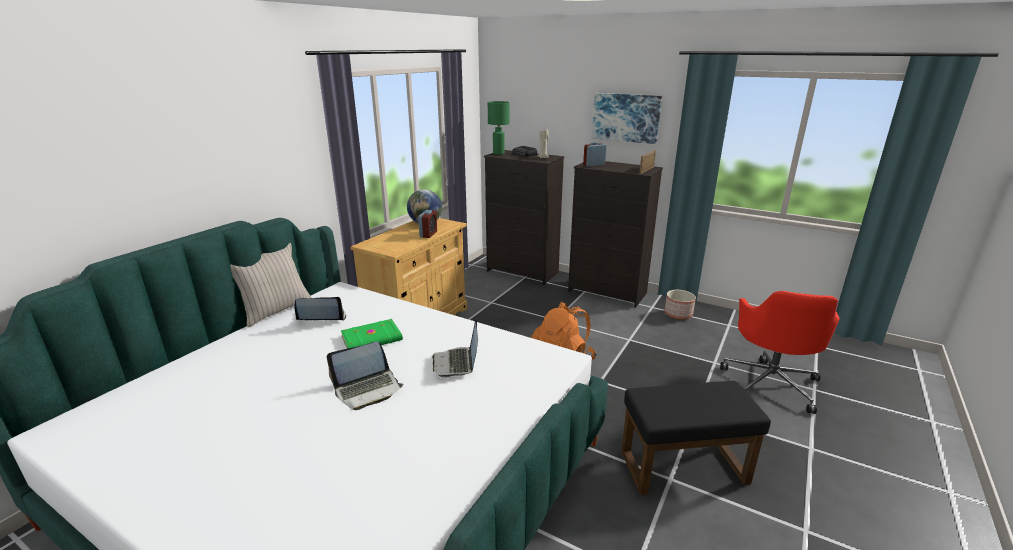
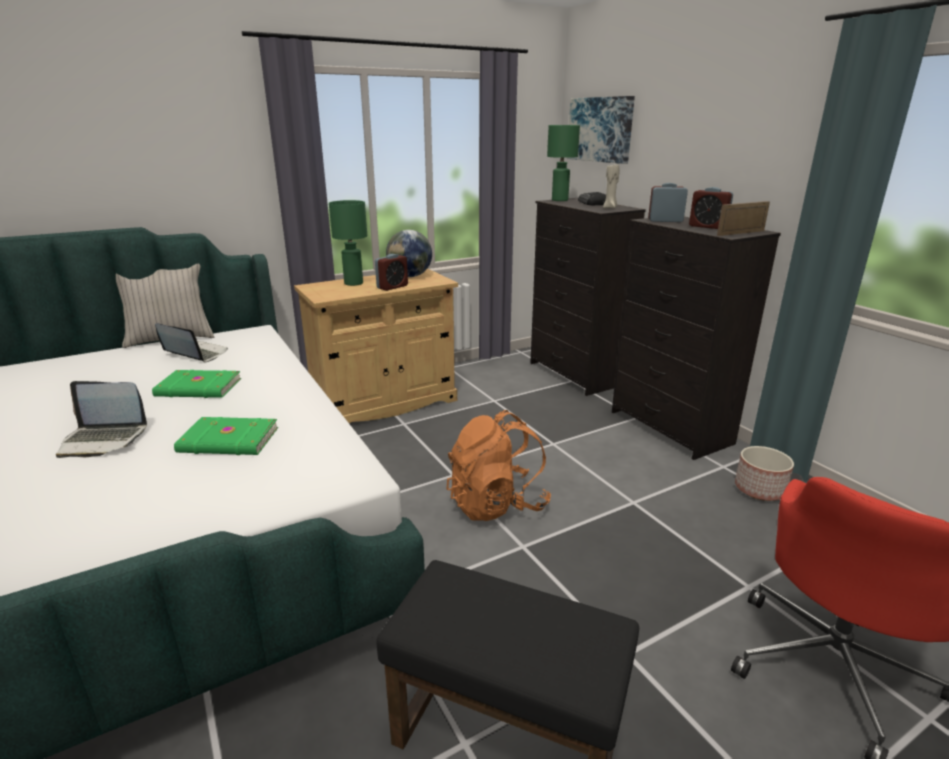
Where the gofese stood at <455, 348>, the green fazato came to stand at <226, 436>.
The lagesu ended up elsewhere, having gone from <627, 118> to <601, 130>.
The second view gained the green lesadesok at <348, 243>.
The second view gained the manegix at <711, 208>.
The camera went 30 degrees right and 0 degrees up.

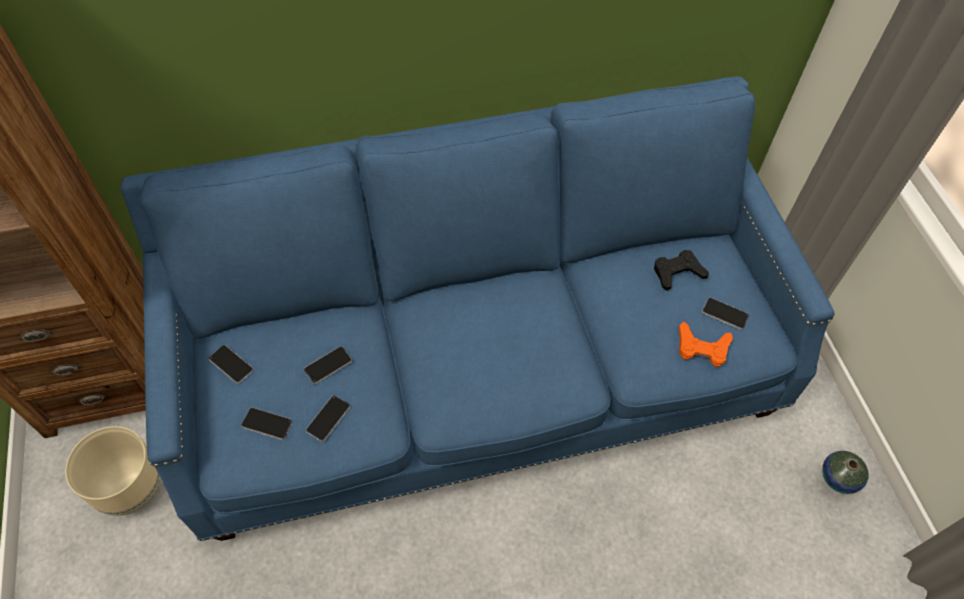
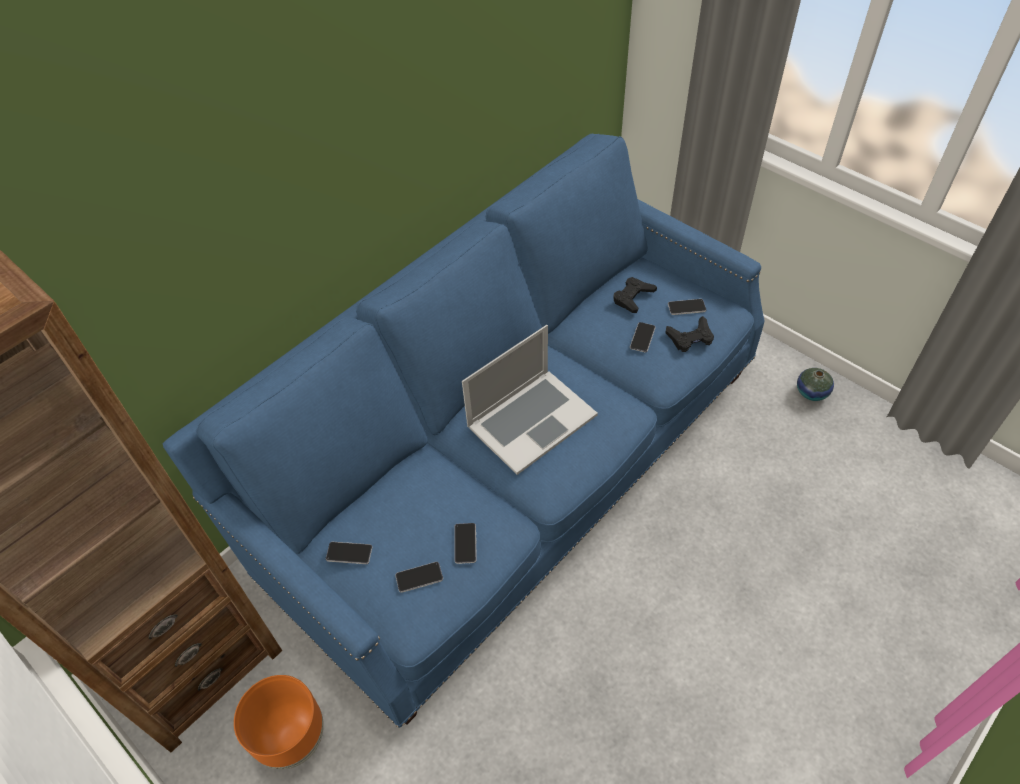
What was the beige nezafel at <113, 471> turned into the orange nezafel at <279, 722>.
The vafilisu ended up elsewhere, having gone from <328, 365> to <643, 337>.
What was the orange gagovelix at <706, 344> turned into the black gagovelix at <689, 334>.
The second view gained the gofese at <530, 400>.
The camera went 30 degrees left and 5 degrees down.

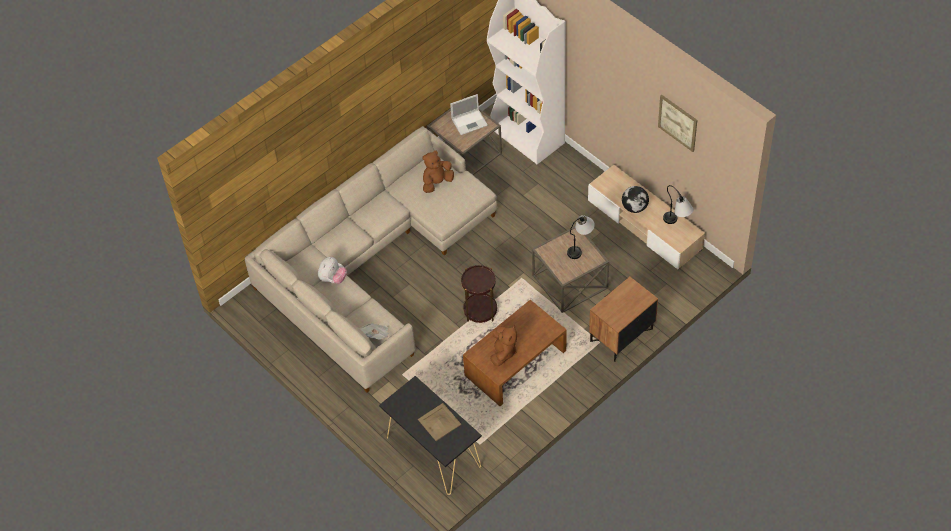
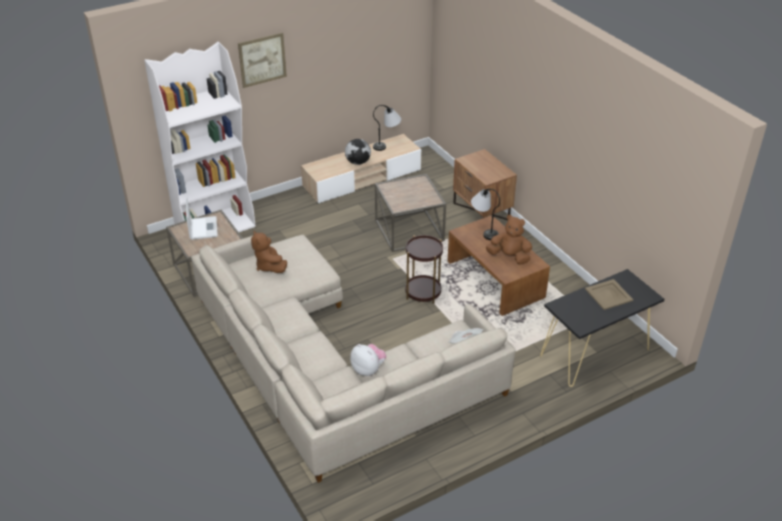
The lesadesok ended up elsewhere, having gone from <581, 237> to <485, 214>.
The lagesu ended up elsewhere, having gone from <677, 123> to <262, 60>.
The camera went 80 degrees left and 15 degrees down.

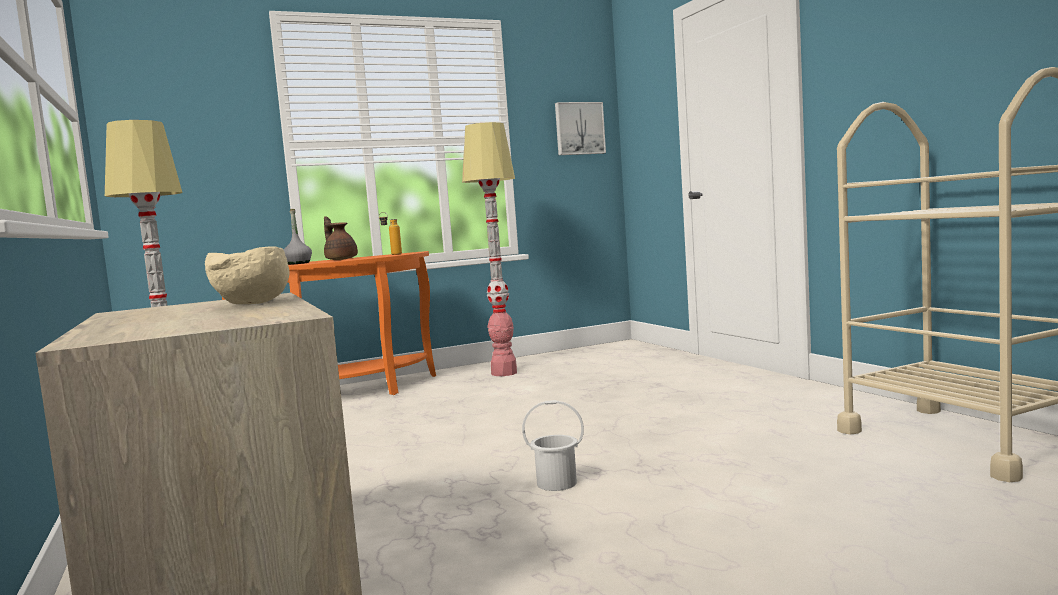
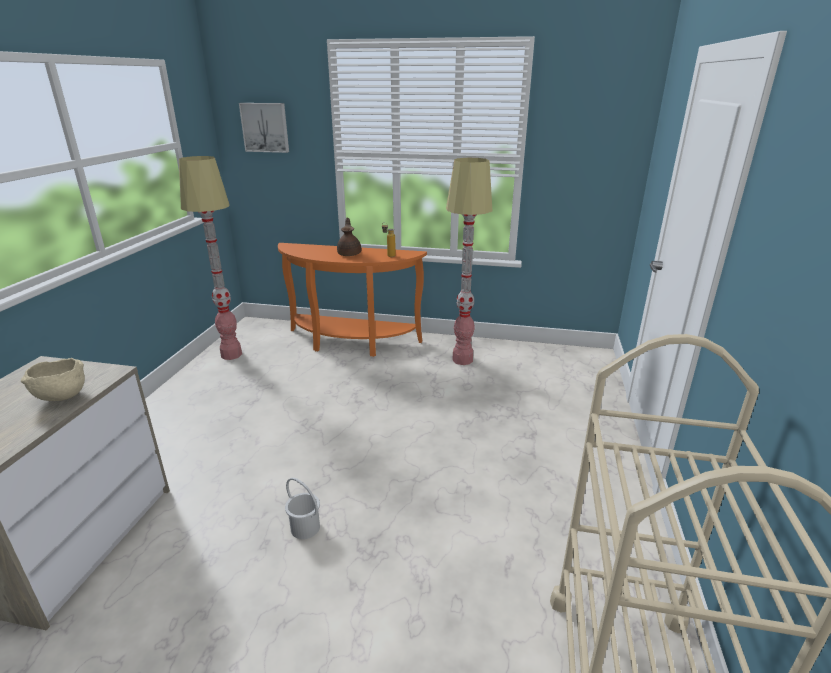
The second view lost the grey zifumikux at <298, 237>.
The lagesu ended up elsewhere, having gone from <580, 128> to <264, 128>.
The camera went 35 degrees right and 20 degrees up.

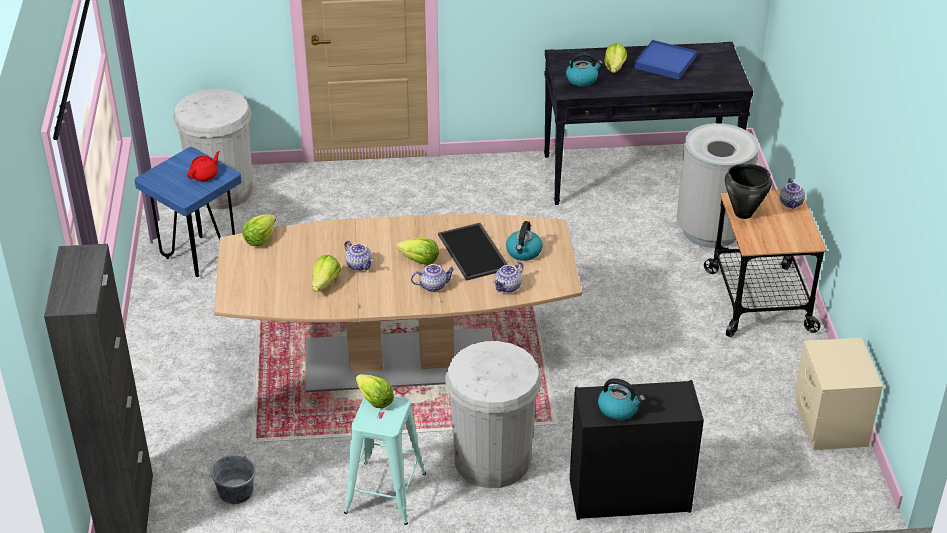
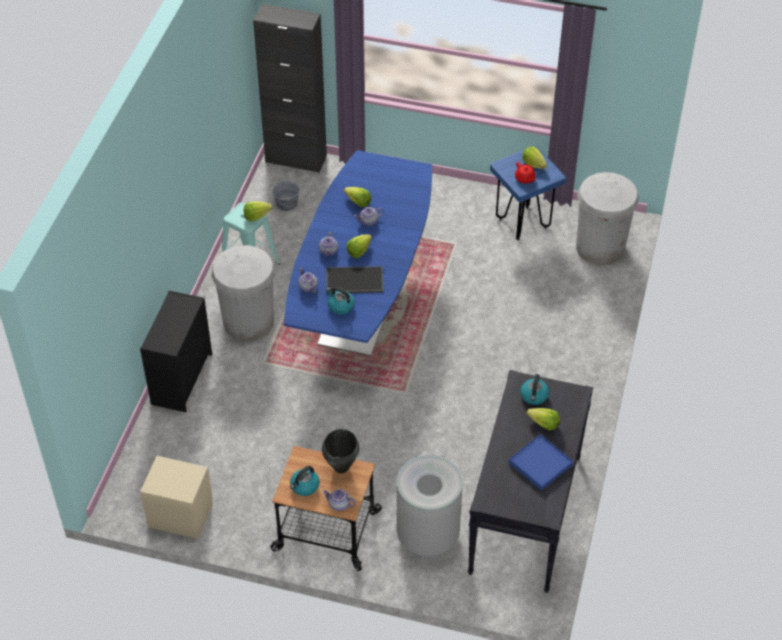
What was the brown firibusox at <398, 303> turned into the blue firibusox at <358, 253>.
The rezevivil ended up elsewhere, having gone from <259, 231> to <534, 157>.
The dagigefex ended up elsewhere, having gone from <621, 399> to <305, 481>.
The camera went 110 degrees right and 10 degrees up.

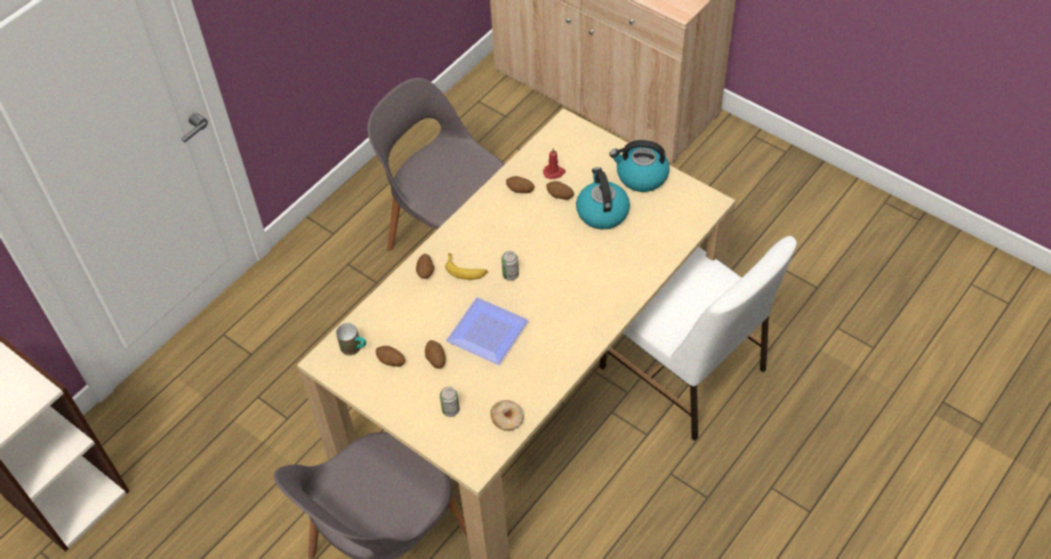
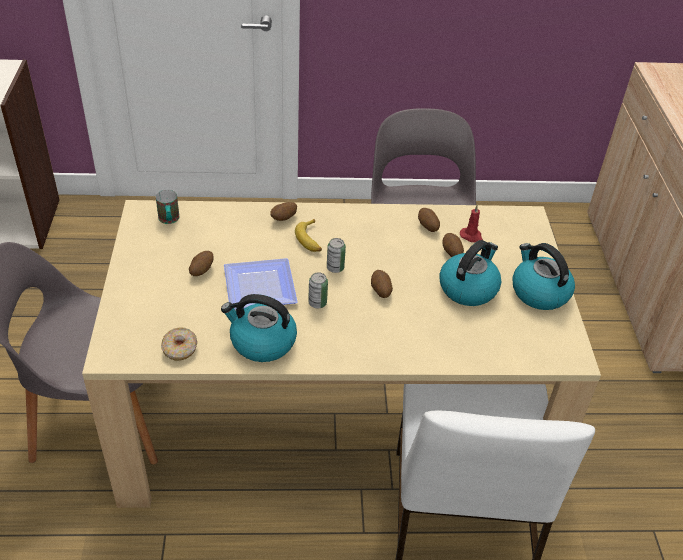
The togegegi ended up elsewhere, having gone from <390, 356> to <382, 284>.
The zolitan ended up elsewhere, having gone from <450, 402> to <318, 290>.
The second view gained the dagigefex at <259, 328>.
The camera went 45 degrees right and 10 degrees down.

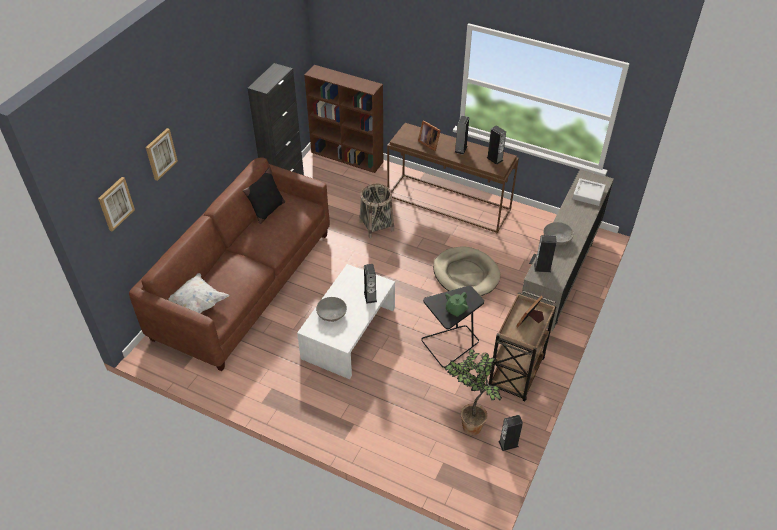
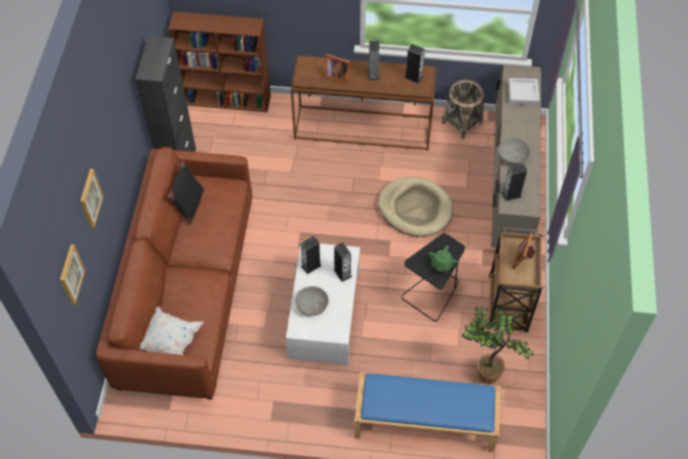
The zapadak ended up elsewhere, having gone from <376, 211> to <462, 109>.
The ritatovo ended up elsewhere, having gone from <510, 433> to <311, 255>.
The second view gained the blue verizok at <427, 412>.
The camera went 20 degrees left and 10 degrees up.

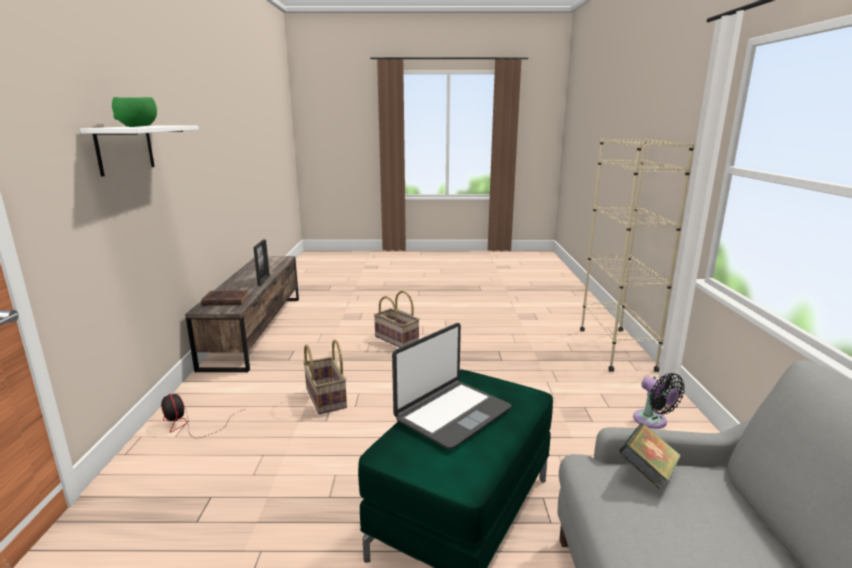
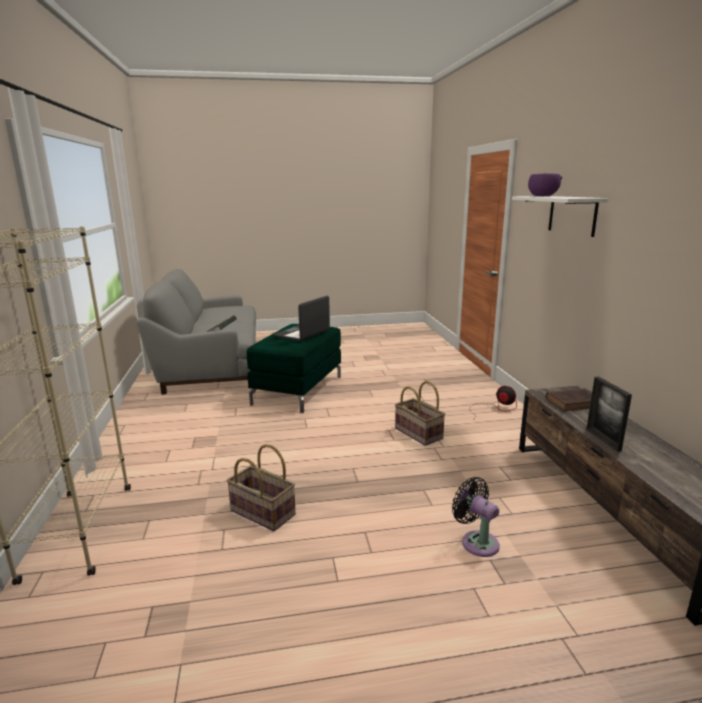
What was the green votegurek at <134, 112> turned into the purple votegurek at <545, 184>.
The zapadak ended up elsewhere, having gone from <397, 319> to <261, 487>.
The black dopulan ended up elsewhere, having gone from <659, 401> to <476, 517>.
The camera went 170 degrees right and 0 degrees up.

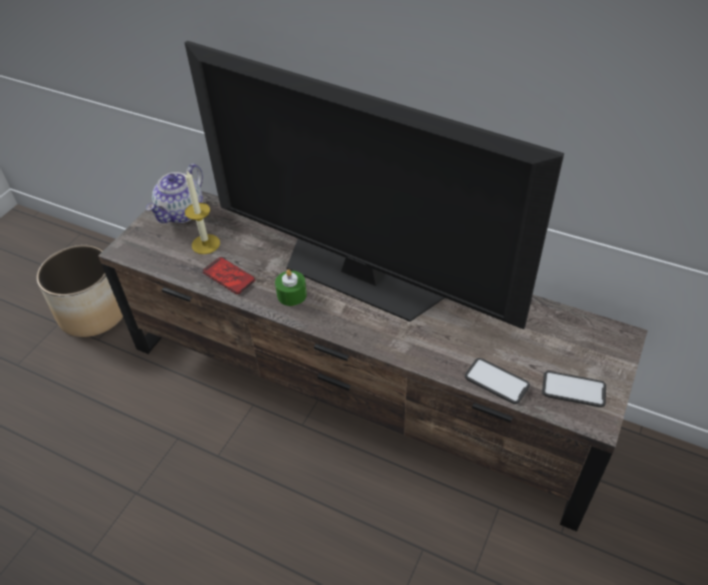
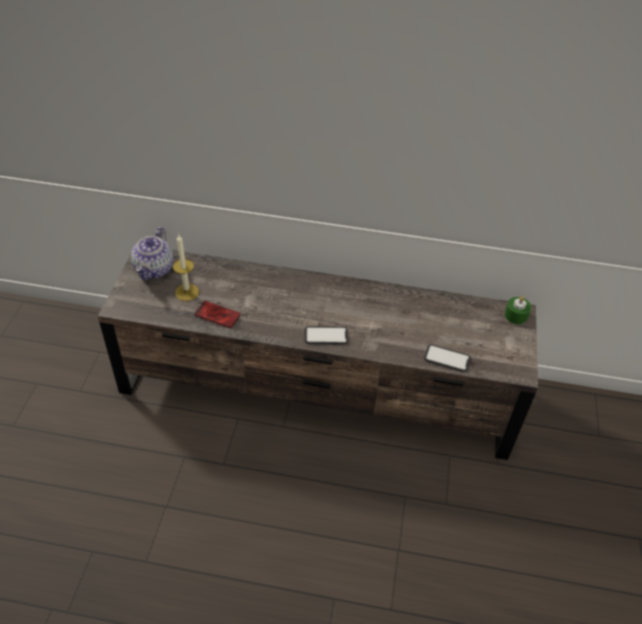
The second view lost the nezafel at <80, 291>.
The second view lost the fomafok at <374, 185>.
The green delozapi ended up elsewhere, having gone from <291, 287> to <517, 310>.
The vafilisu ended up elsewhere, having gone from <574, 389> to <326, 335>.
The camera went 20 degrees left and 0 degrees up.

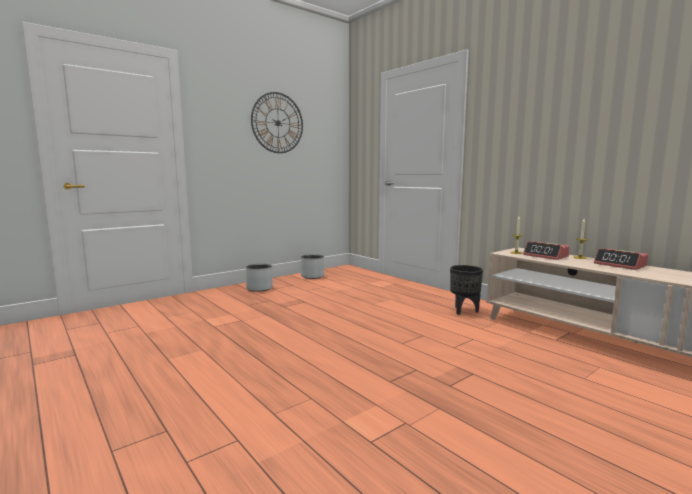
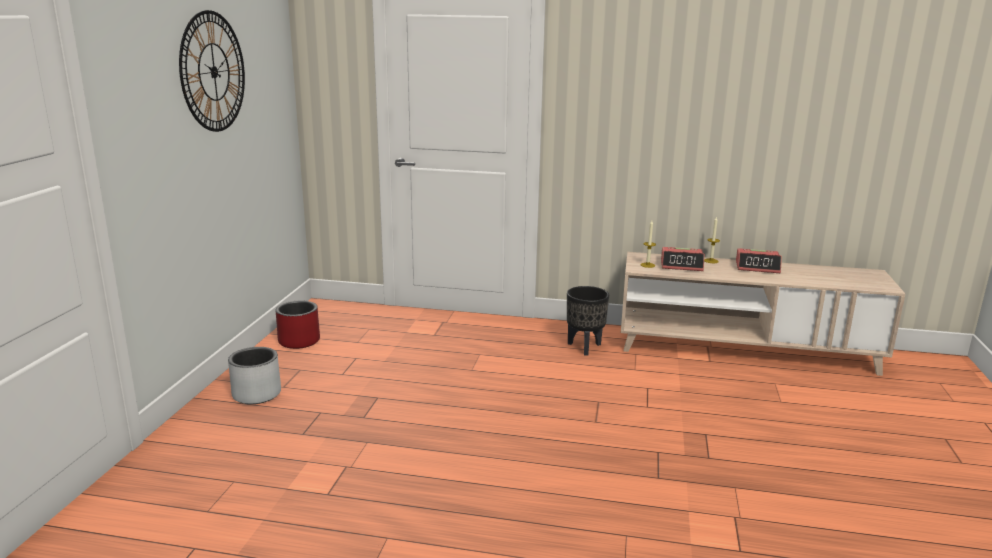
What was the grey nezafel at <312, 266> turned into the red nezafel at <297, 325>.
The camera went 40 degrees left and 10 degrees up.

